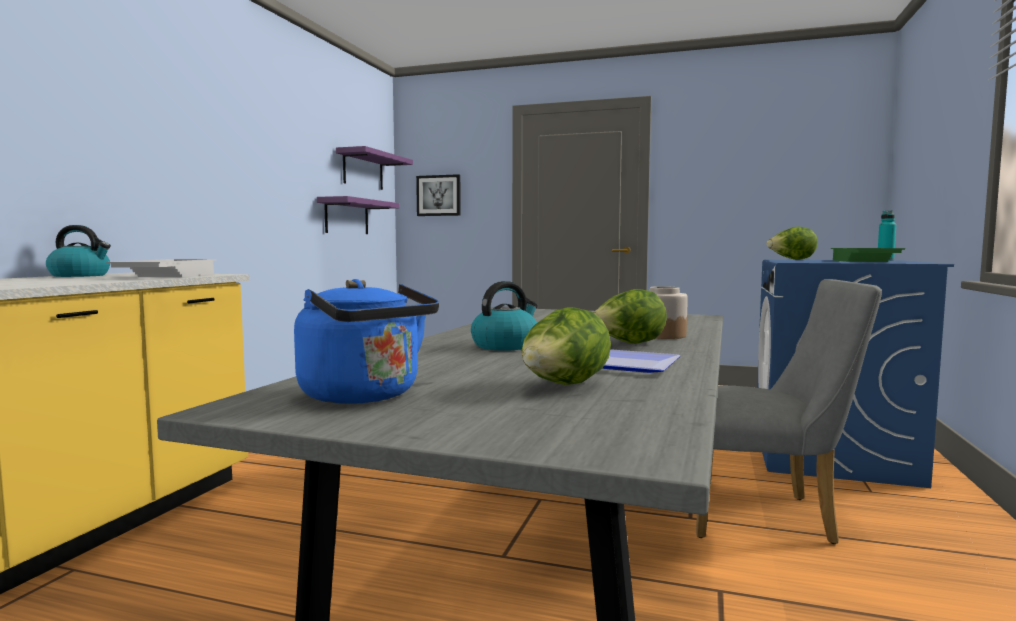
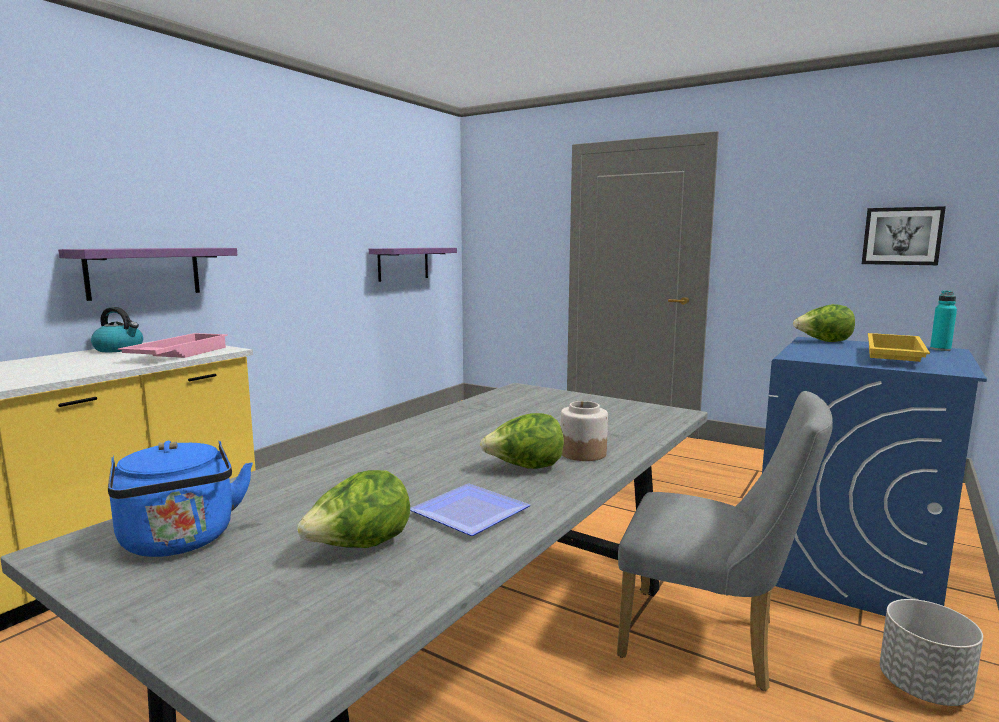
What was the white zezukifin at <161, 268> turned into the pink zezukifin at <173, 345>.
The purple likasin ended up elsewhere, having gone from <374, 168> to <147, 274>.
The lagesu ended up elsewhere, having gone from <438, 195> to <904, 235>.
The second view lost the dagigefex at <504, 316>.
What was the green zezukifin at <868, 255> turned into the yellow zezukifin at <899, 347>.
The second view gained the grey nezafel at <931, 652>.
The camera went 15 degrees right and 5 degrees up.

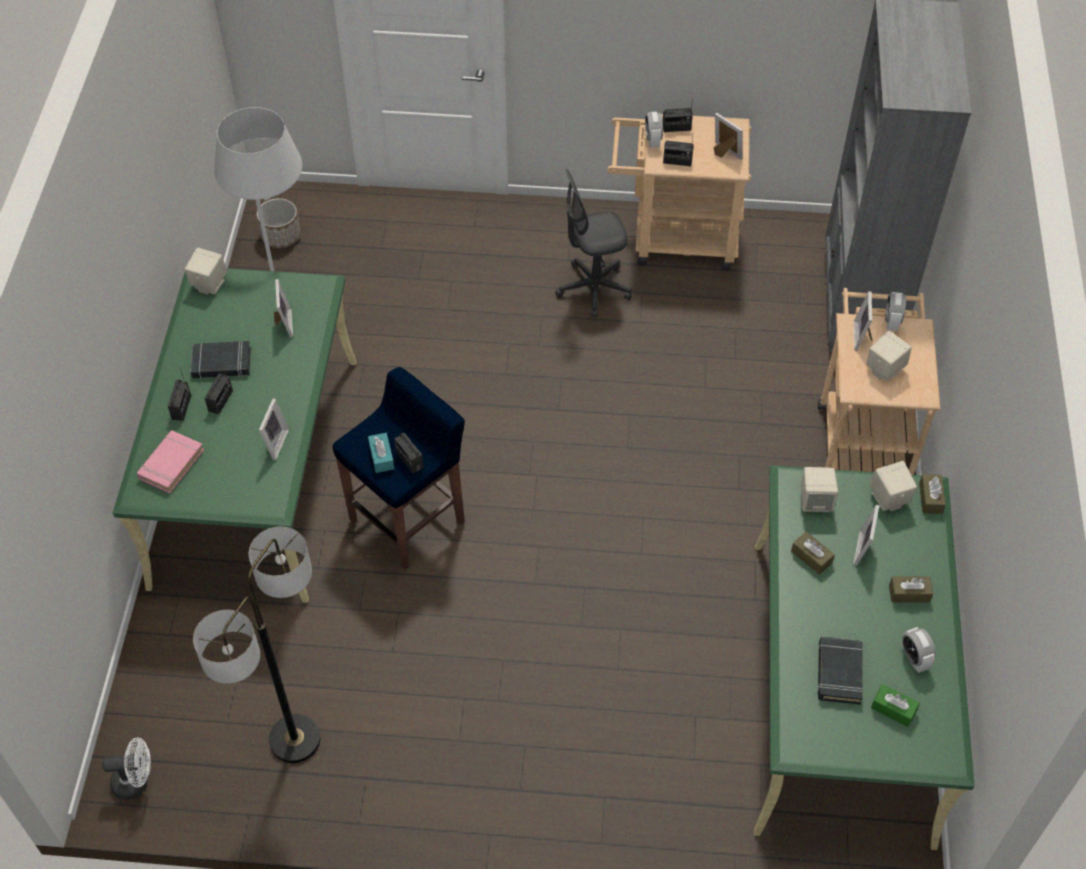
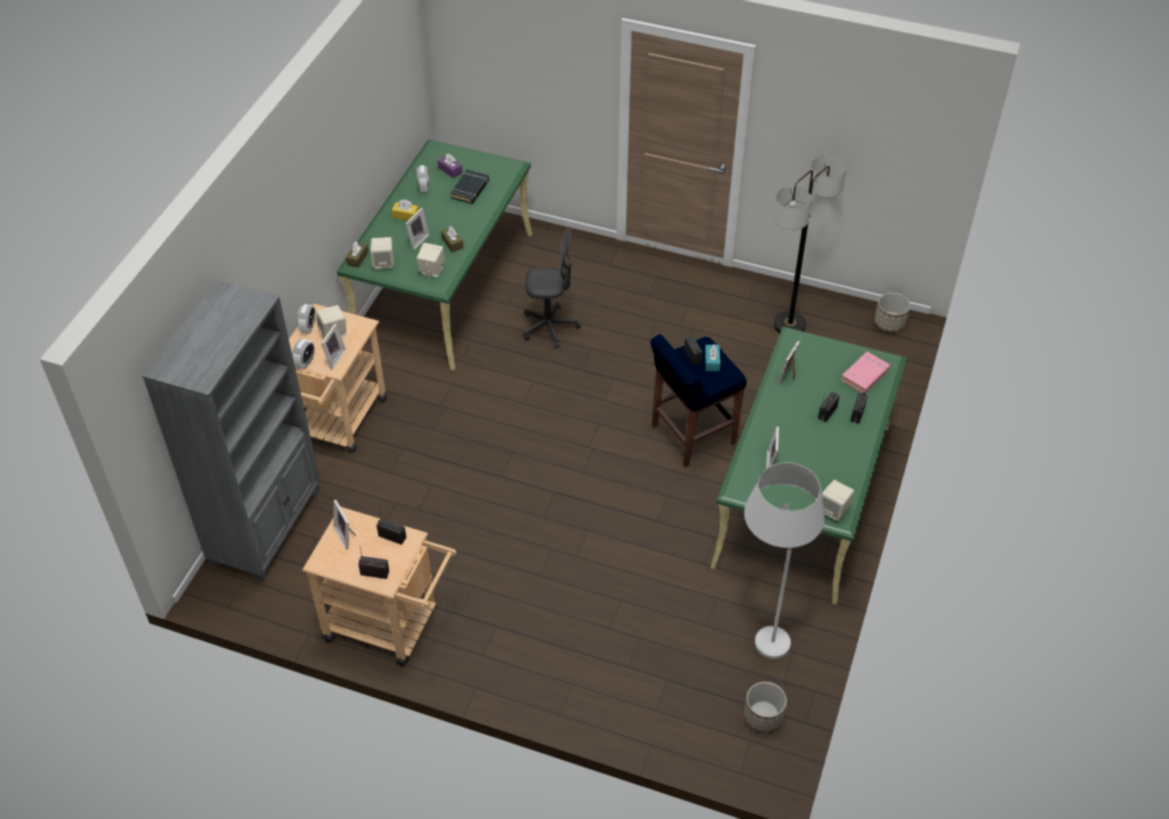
Where the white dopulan stood at <126, 768>, the nezafel came to stand at <893, 312>.
The second view lost the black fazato at <220, 360>.
The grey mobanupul ended up elsewhere, having gone from <593, 243> to <552, 287>.
The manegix ended up elsewhere, having gone from <654, 130> to <306, 319>.
What was the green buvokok at <895, 705> turned into the purple buvokok at <450, 166>.
What was the brown buvokok at <911, 589> turned into the yellow buvokok at <405, 210>.
The camera went 165 degrees left and 5 degrees down.

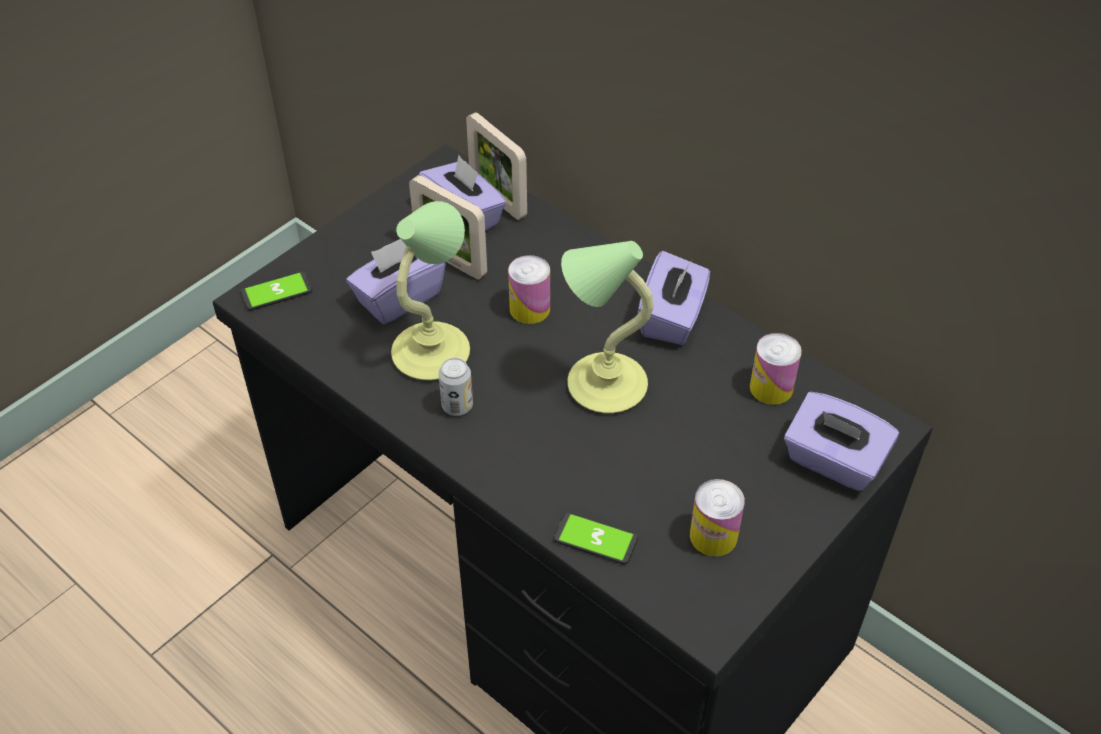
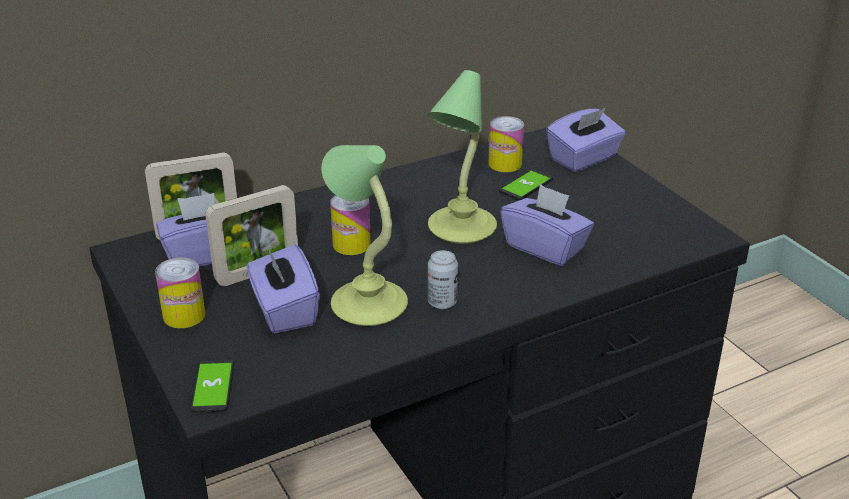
The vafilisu ended up elsewhere, having gone from <595, 538> to <526, 184>.
The purple buvokok ended up elsewhere, having gone from <674, 298> to <547, 225>.
The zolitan ended up elsewhere, having gone from <717, 518> to <180, 293>.
The camera went 70 degrees left and 15 degrees down.

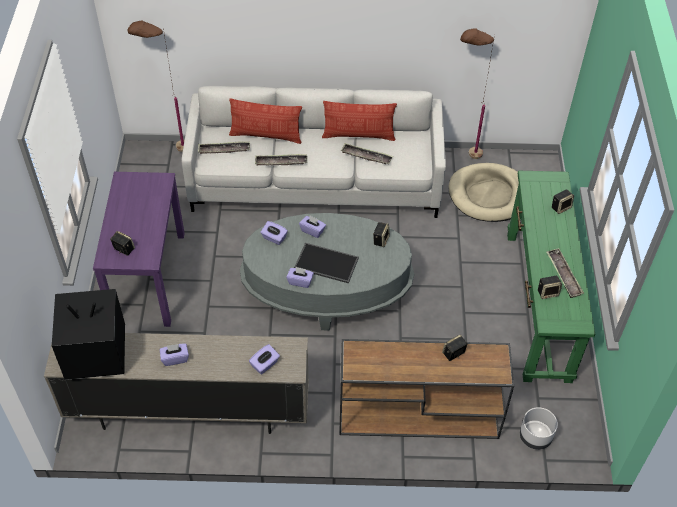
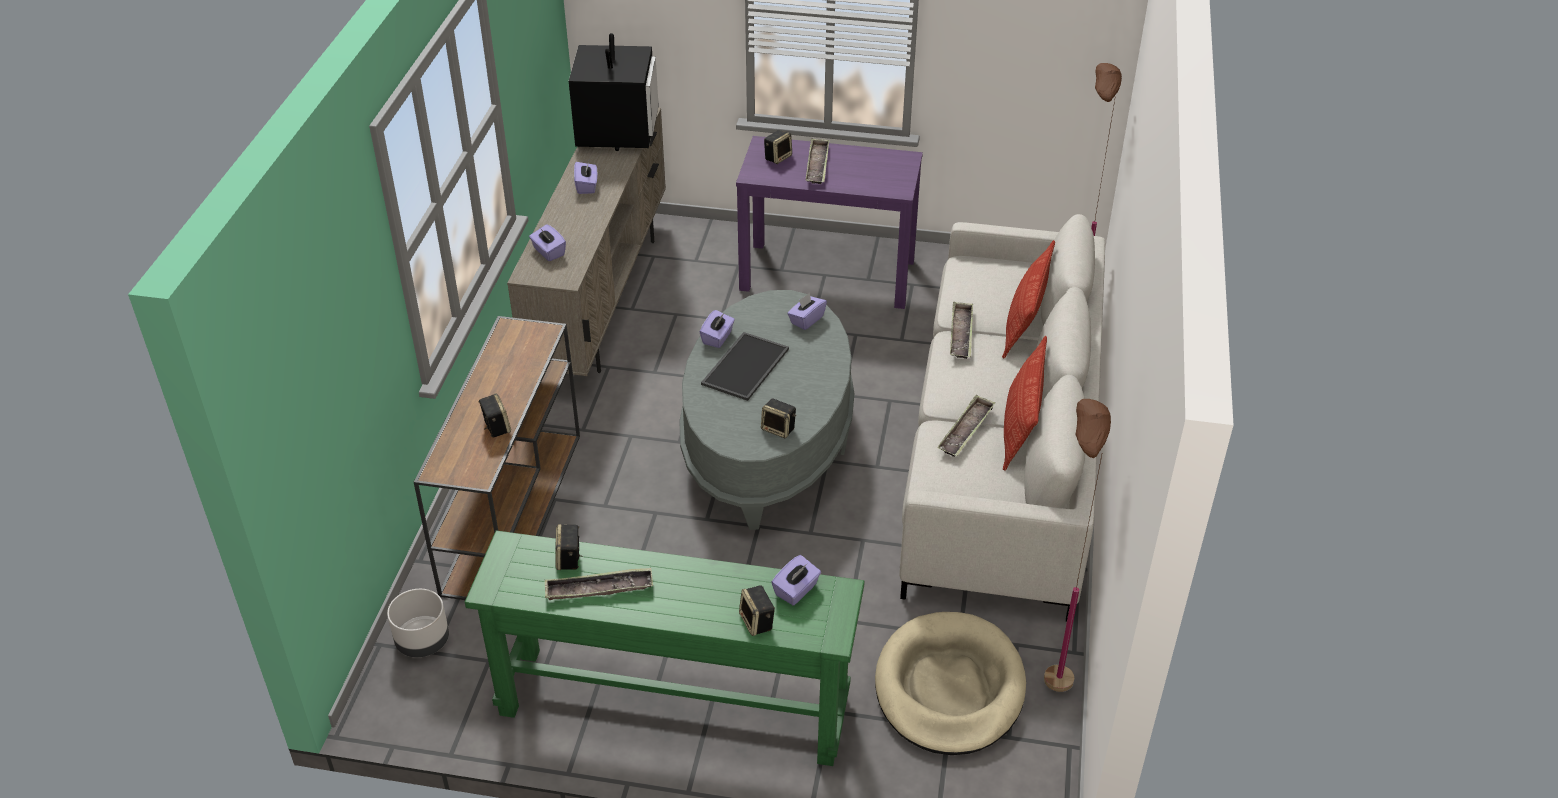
The zezukifin ended up elsewhere, having gone from <224, 147> to <817, 161>.
The purple buvokok ended up elsewhere, having gone from <312, 227> to <796, 580>.
The camera went 100 degrees right and 10 degrees down.

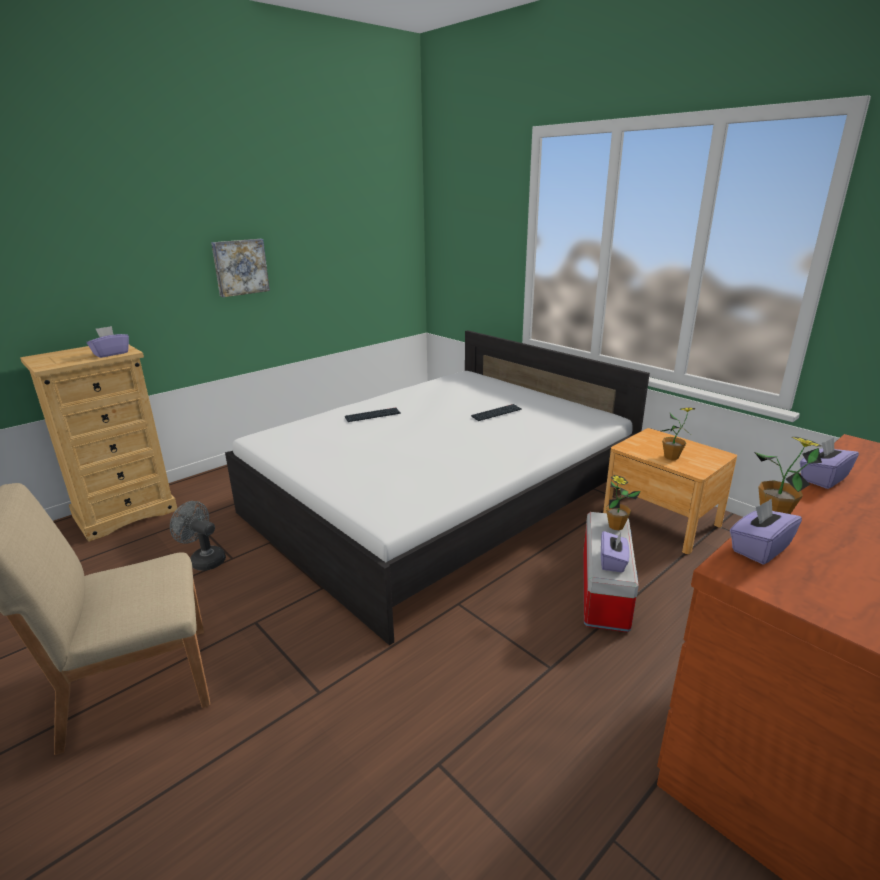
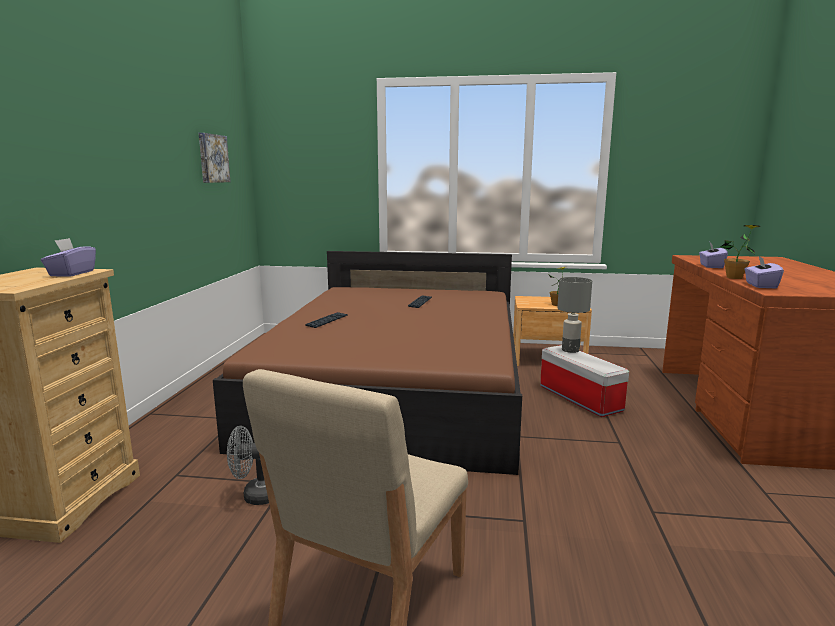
The lagesu ended up elsewhere, having gone from <240, 268> to <214, 158>.
What was the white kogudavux at <437, 487> turned into the brown kogudavux at <367, 363>.
The second view lost the purple buvokok at <615, 551>.
Where the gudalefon stood at <623, 502>, the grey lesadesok came to stand at <574, 315>.
The camera went 40 degrees left and 10 degrees down.

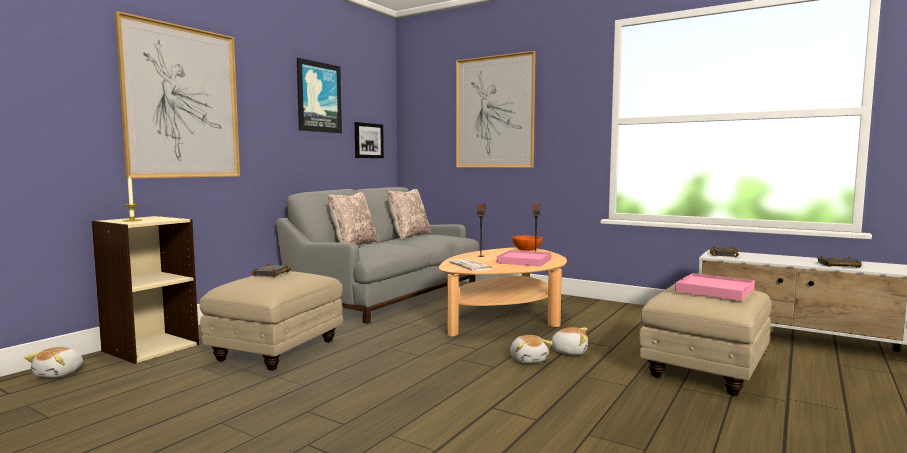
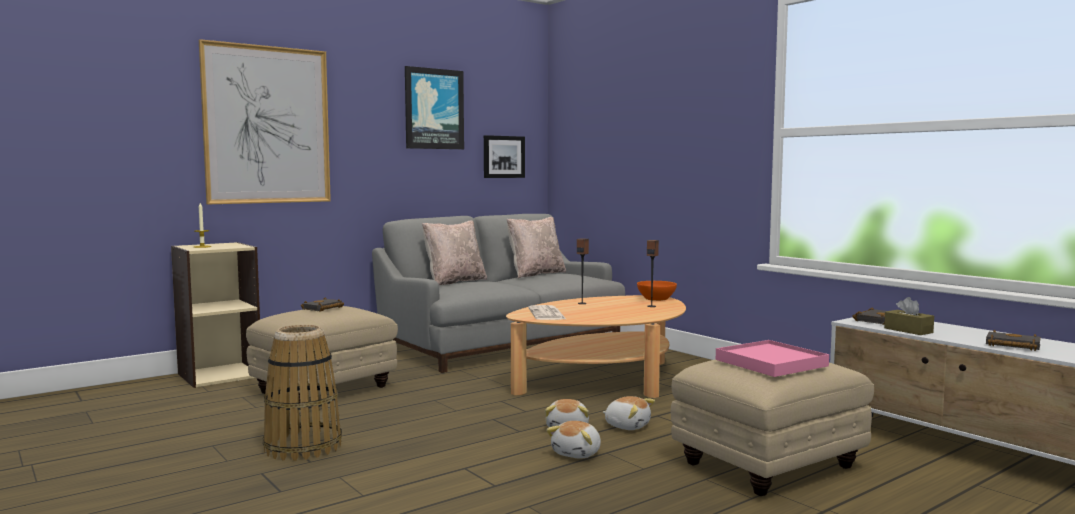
The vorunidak ended up elsewhere, having gone from <53, 362> to <573, 440>.
The second view lost the lagesu at <496, 109>.
The second view lost the pink zezukifin at <523, 258>.
The second view gained the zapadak at <302, 393>.
The second view gained the brown buvokok at <909, 316>.
The camera went 20 degrees right and 0 degrees up.

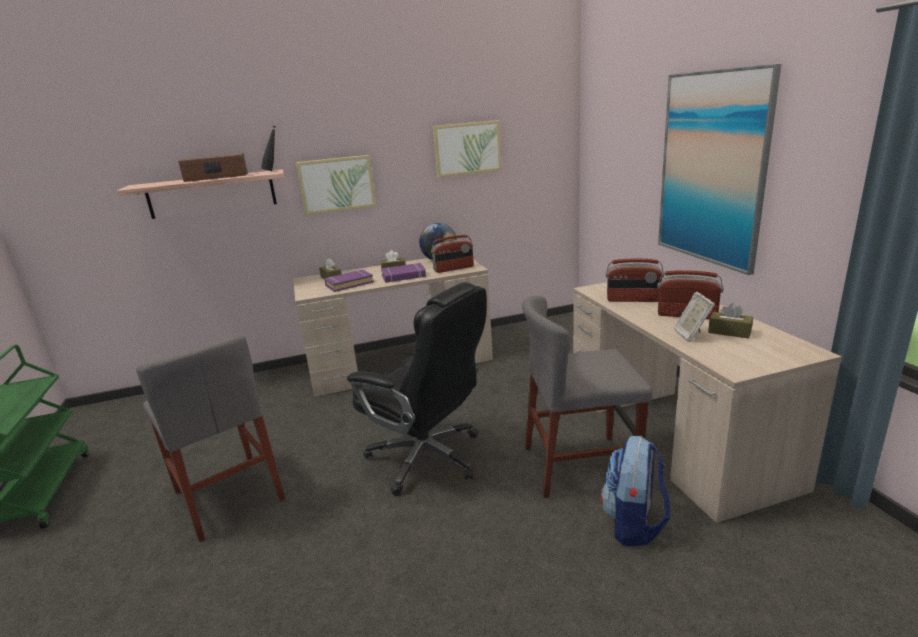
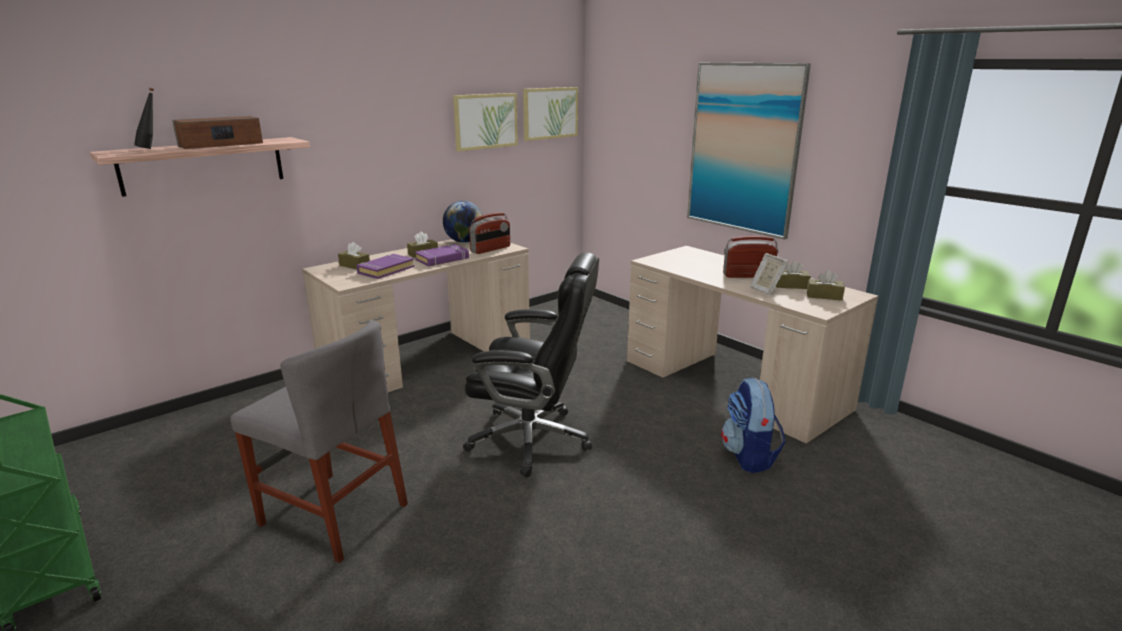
The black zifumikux ended up elsewhere, having gone from <268, 148> to <144, 118>.
The lagesu ended up elsewhere, having gone from <336, 185> to <550, 114>.
The second view lost the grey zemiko at <587, 397>.
The second view lost the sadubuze at <635, 280>.
The second view gained the brown buvokok at <826, 285>.
The camera went 25 degrees left and 0 degrees up.

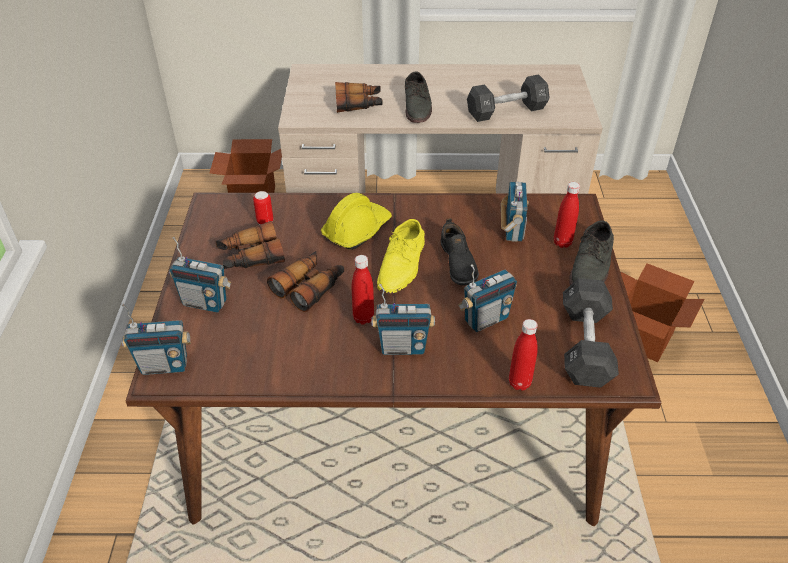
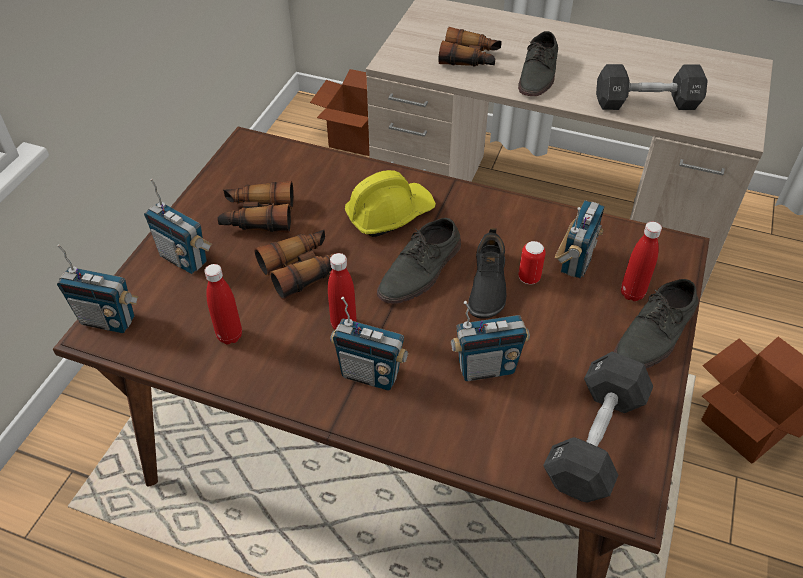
The zolitan ended up elsewhere, having gone from <263, 208> to <532, 263>.
What was the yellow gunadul at <401, 256> turned into the grey gunadul at <419, 261>.
The red zifumikux ended up elsewhere, having gone from <523, 355> to <223, 304>.
The camera went 20 degrees right and 5 degrees up.

